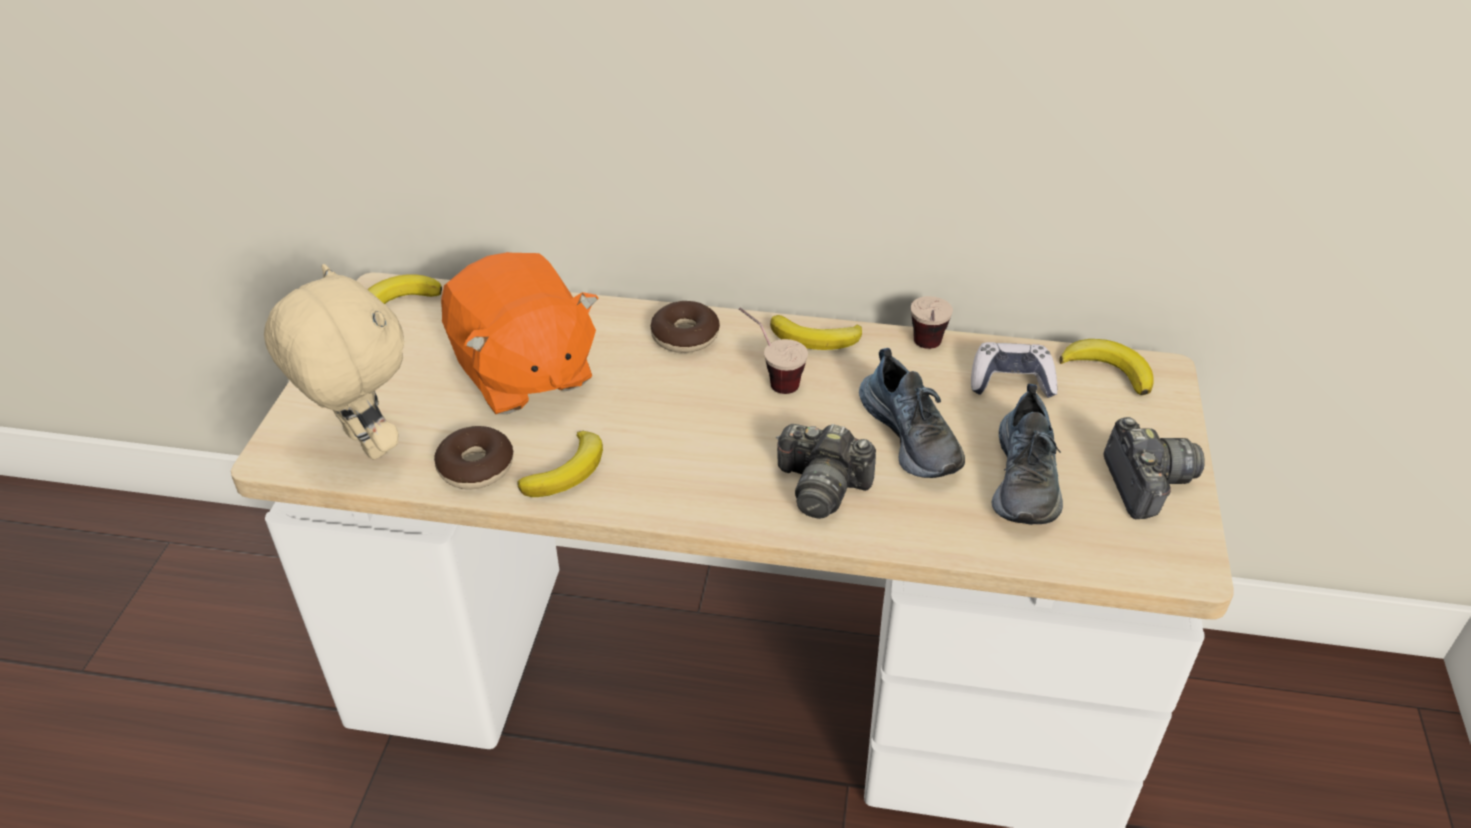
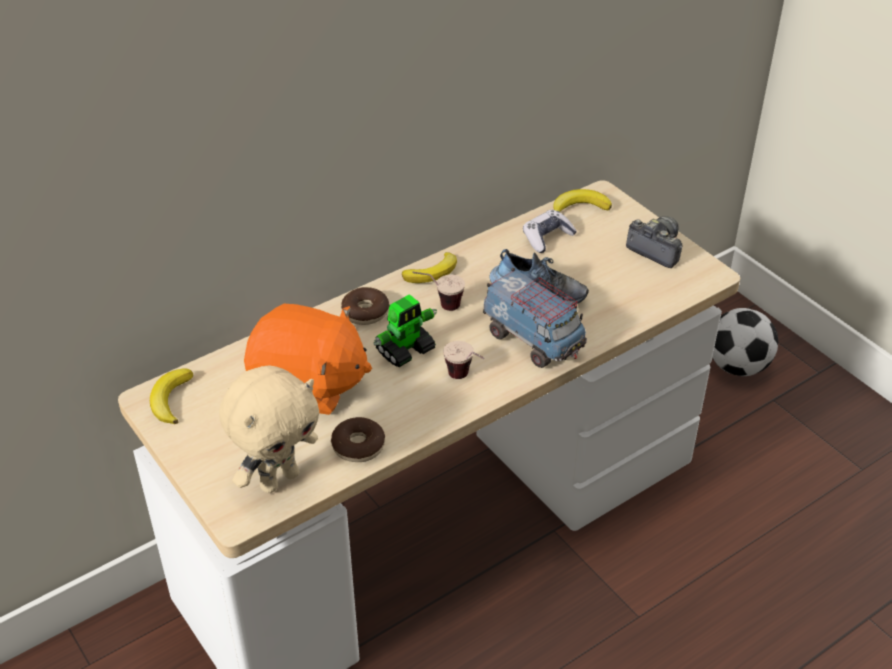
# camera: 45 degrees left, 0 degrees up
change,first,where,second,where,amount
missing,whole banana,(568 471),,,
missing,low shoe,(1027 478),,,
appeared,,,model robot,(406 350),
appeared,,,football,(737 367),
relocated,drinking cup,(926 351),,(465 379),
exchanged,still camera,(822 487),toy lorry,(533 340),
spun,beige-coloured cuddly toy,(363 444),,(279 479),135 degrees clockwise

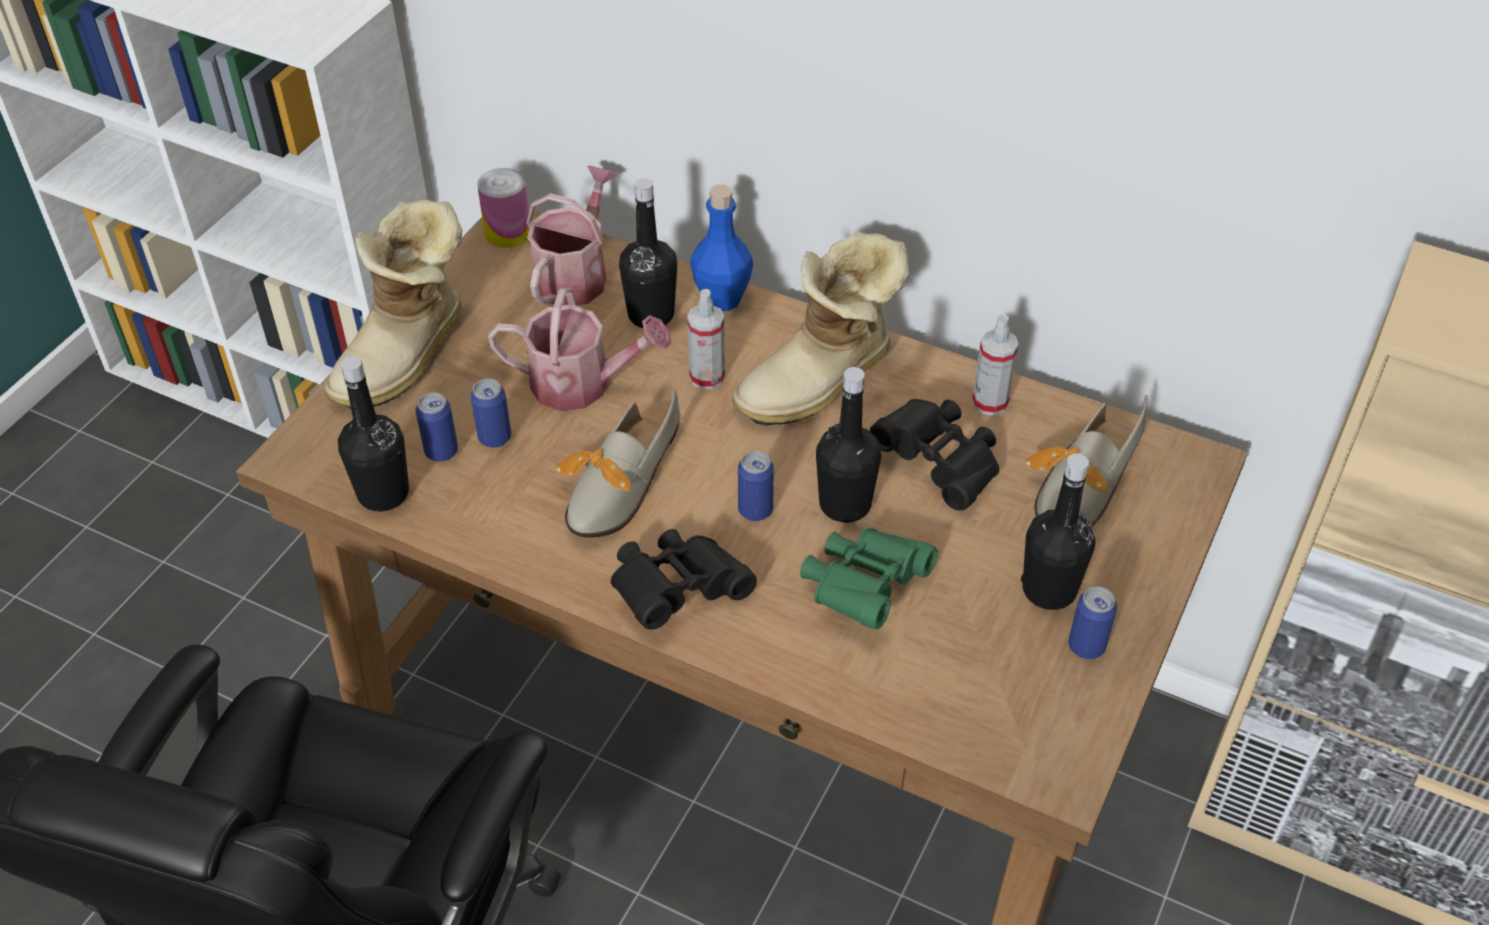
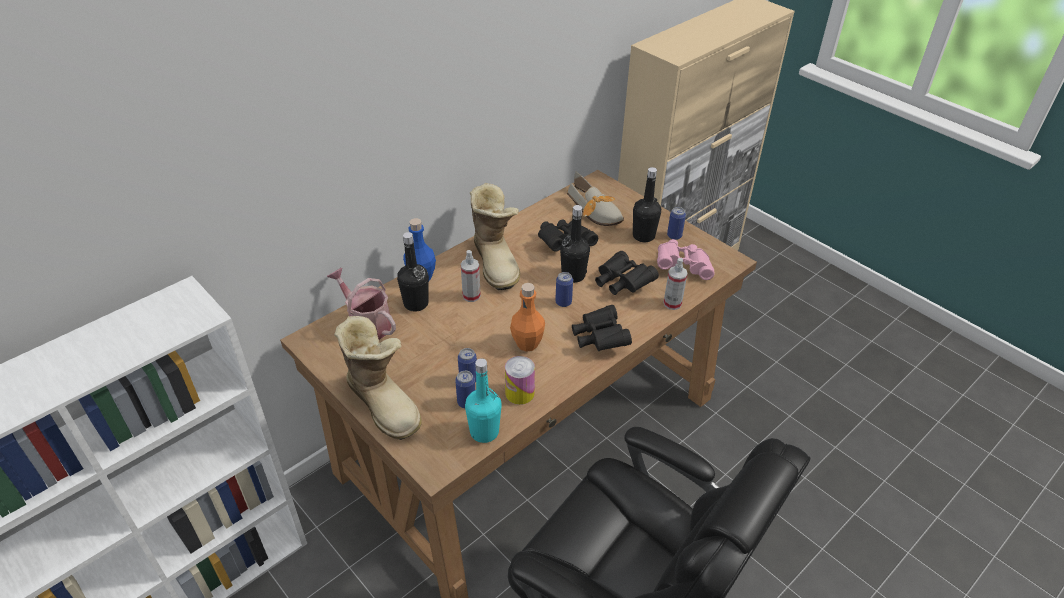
# camera: 70 degrees left, 5 degrees down
change,first,where,second,where,amount
missing,sprinkling can,(582 384),,,
appeared,,,pink field glasses,(683 267),
relocated,can,(508 232),,(519 393),
relocated,hand sprayer,(990 402),,(672 303),
exchanged,low shoe,(615 489),orangey drink bottle,(527 343),
colour,blackish drink bottle,(383 493),turquoise-coloured drink bottle,(484 432),
colour,green field glasses,(864 588),blackish field glasses,(622 283),

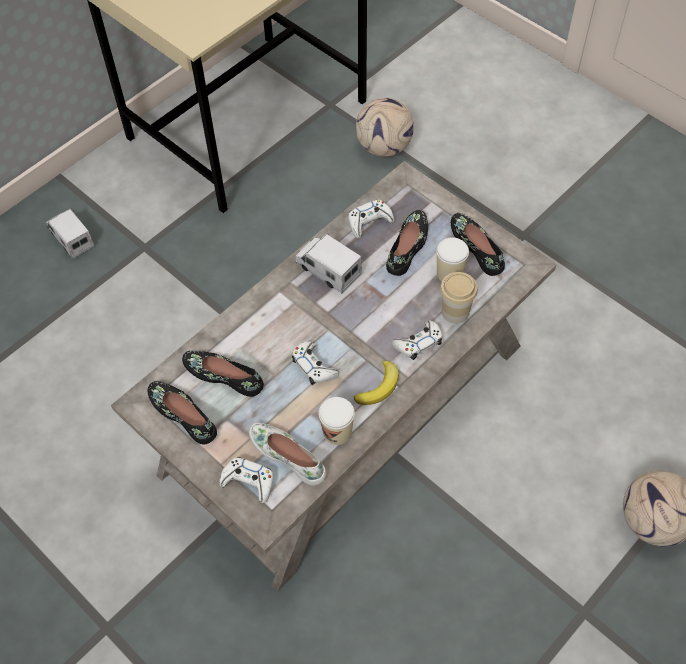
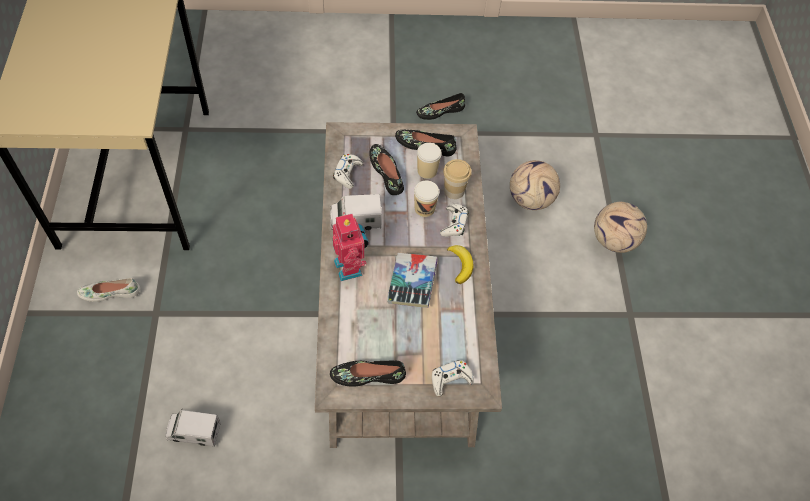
# camera: 50 degrees left, 0 degrees up
change,first,where,second,where,amount
appeared,,,model robot,(350 267),
relocated,toy lorry,(71 238),,(194 432),
relocated,blackish low shoe,(224 375),,(440 111),
relocated,white low shoe,(288 455),,(110 292),
relocated,drinking cup,(337 432),,(424 209),
relocated,football,(384 147),,(531 199),
exchanged,white joypad,(314 366),book,(412 283),

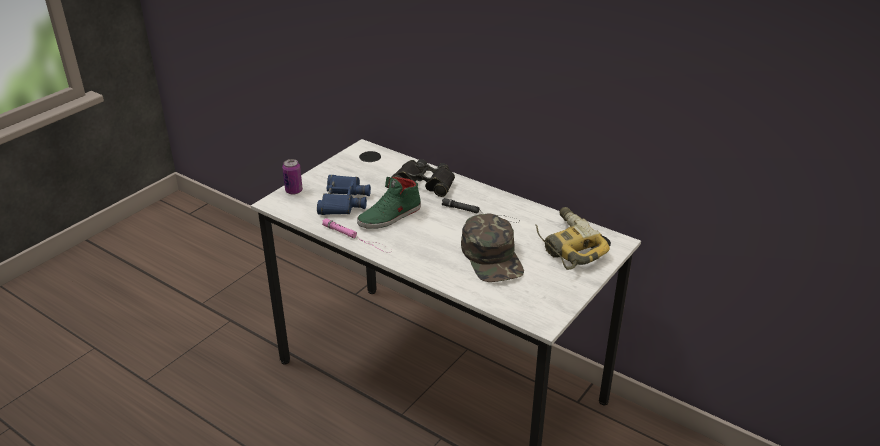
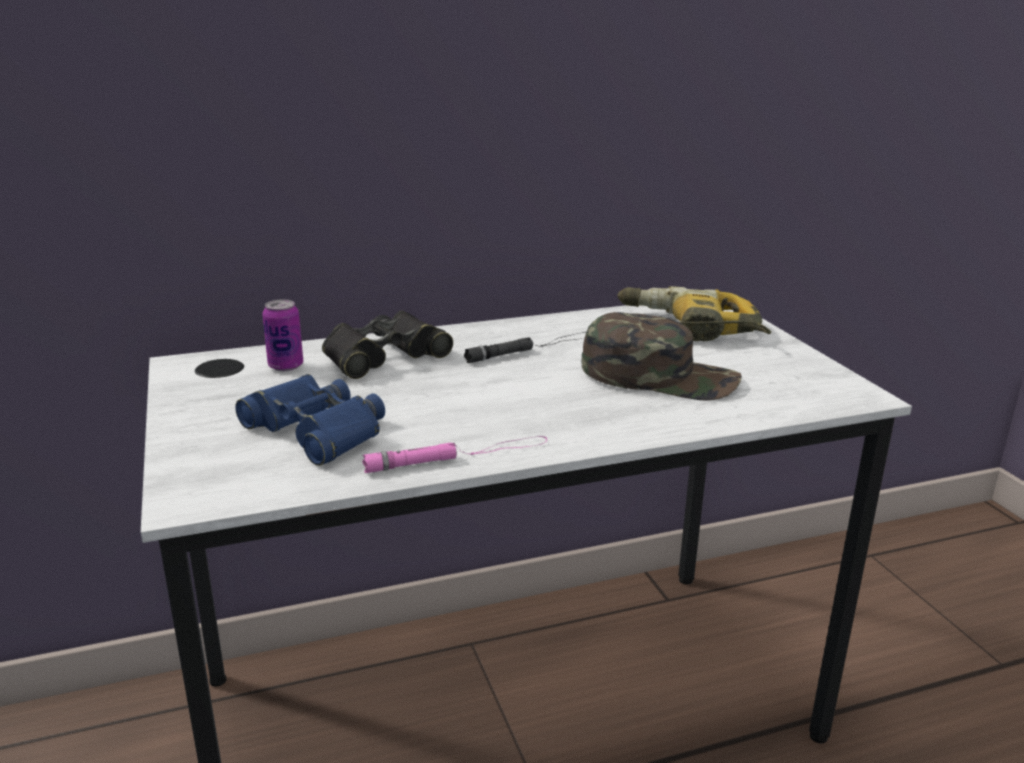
# camera: 55 degrees left, 10 degrees down
change,first,where,second,where,amount
missing,green low shoe,(390 216),,,
relocated,can,(294 191),,(286 366),

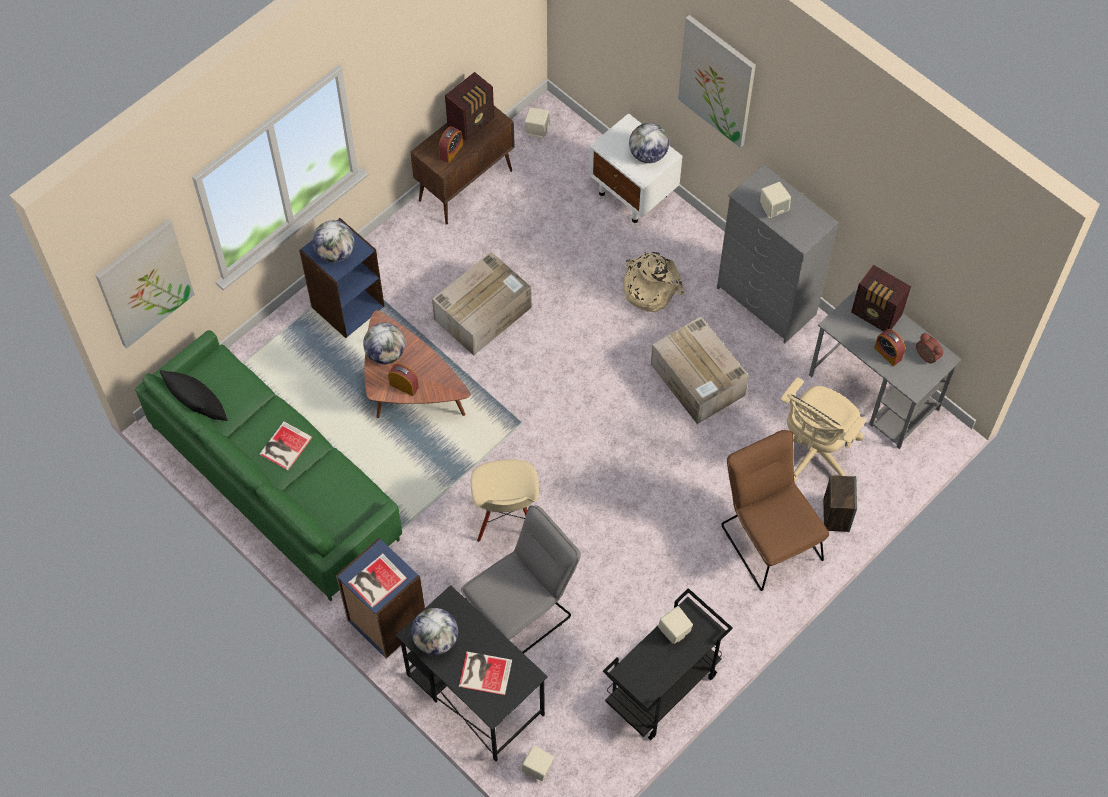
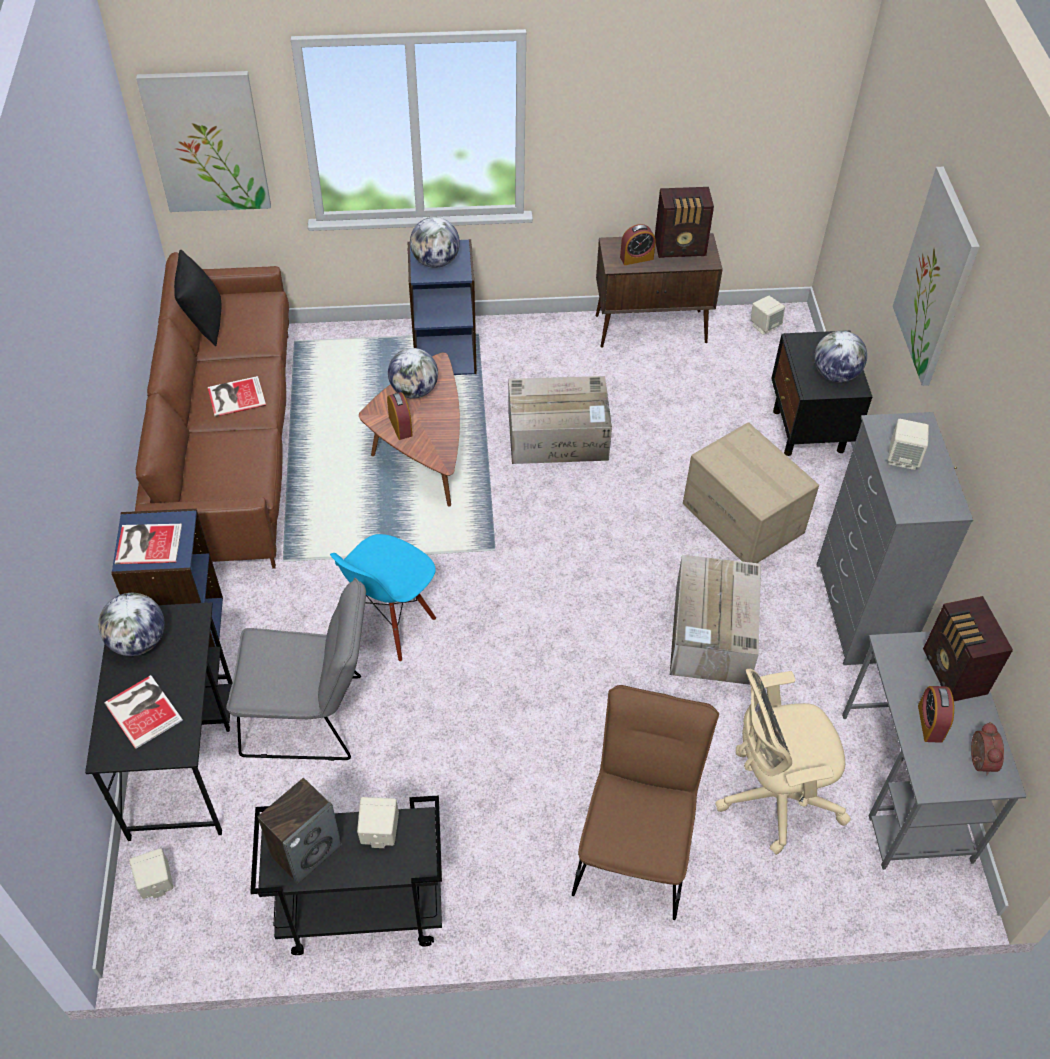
# camera: 40 degrees right, 10 degrees down
change,first,where,second,where,amount
relocated,speaker,(835 515),,(306 850),
exchanged,beige-coloured rucksack,(649 287),packing box,(744 518),
colour,green settee,(276 481),brown-coloured settee,(232 445),
colour,beige-coloured chair,(506 519),blue-coloured chair,(389 622),
colour,white nightstand,(634 195),blackish nightstand,(808 431),

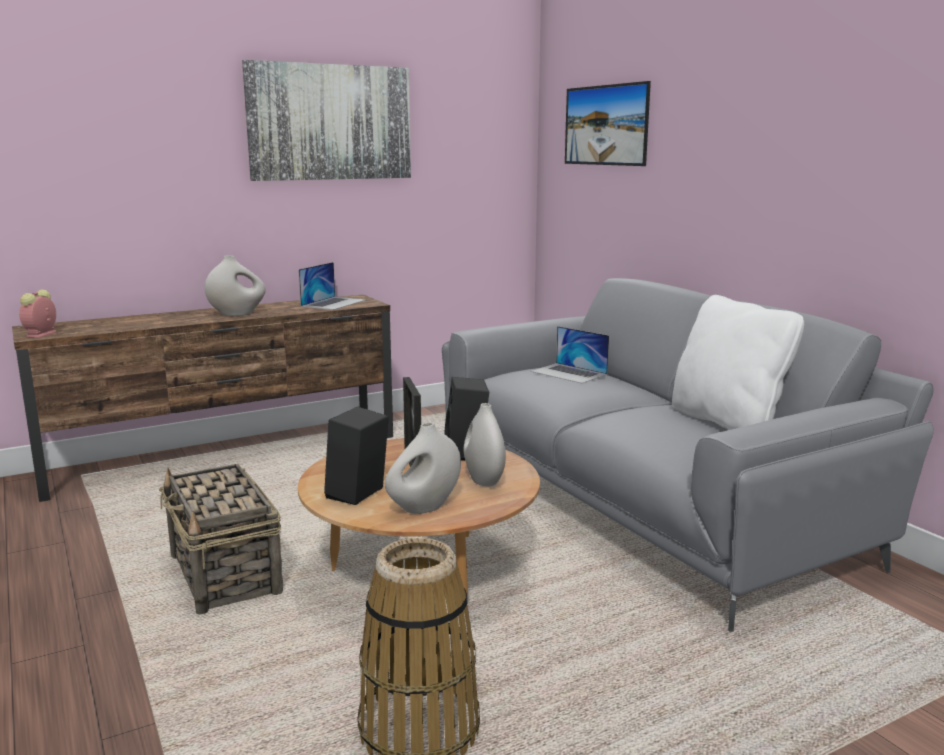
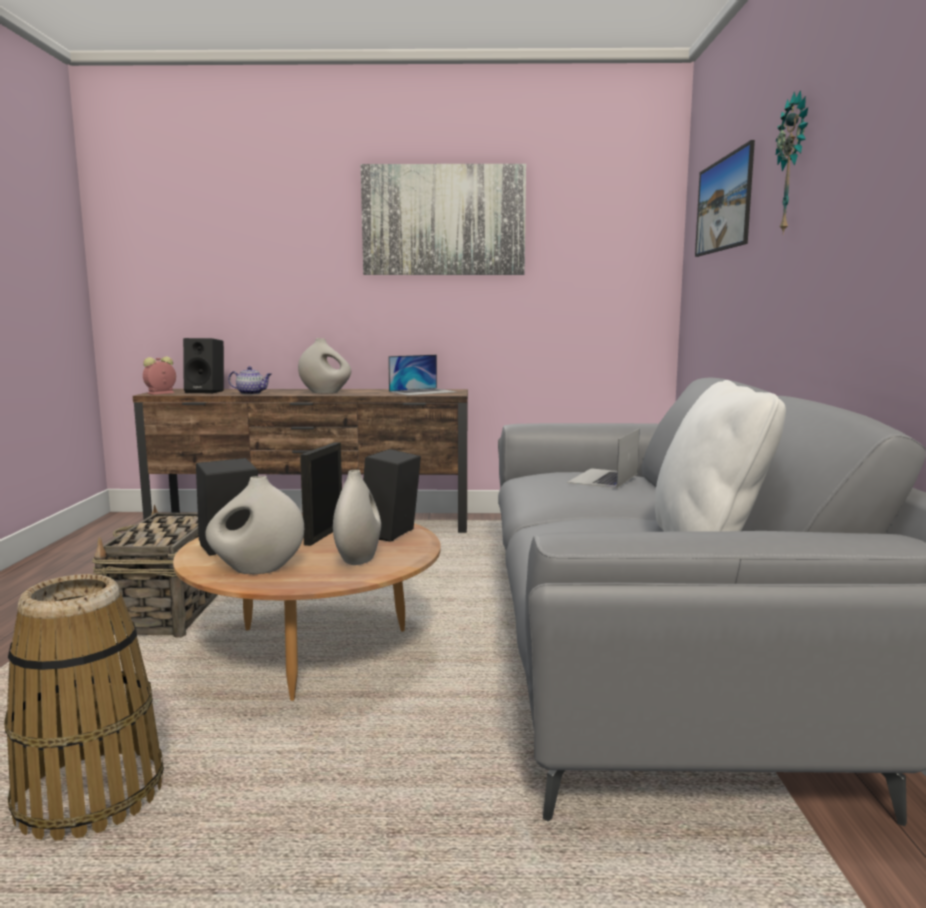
# camera: 30 degrees right, 5 degrees down
change,first,where,second,where,amount
appeared,,,blackish speaker,(207 392),
appeared,,,teapot,(251 393),
appeared,,,hanging clock,(794 164),
spun,notebook computer,(569 373),,(603 478),45 degrees clockwise

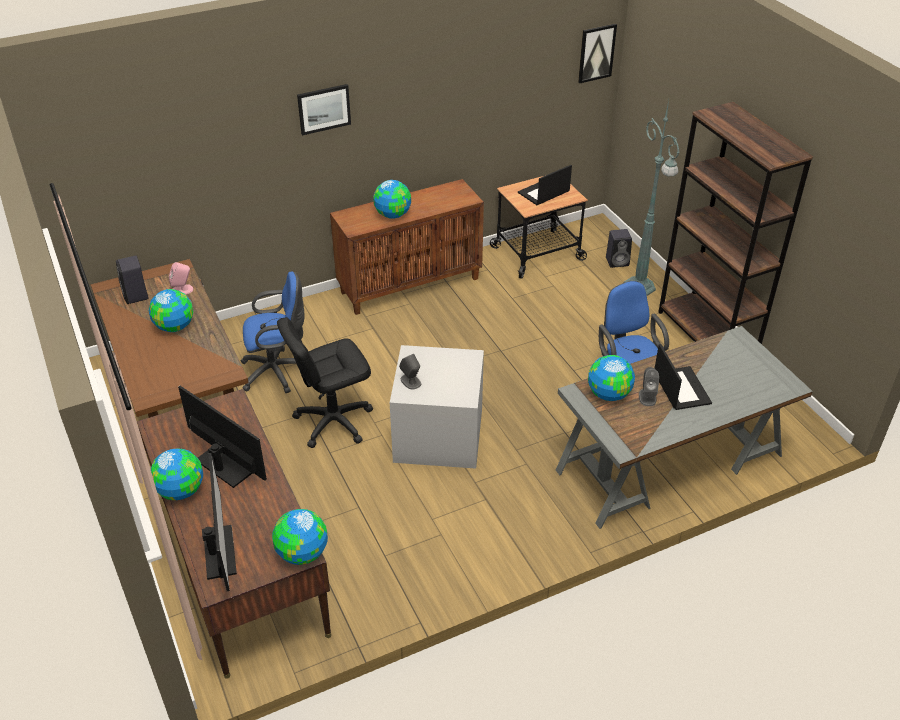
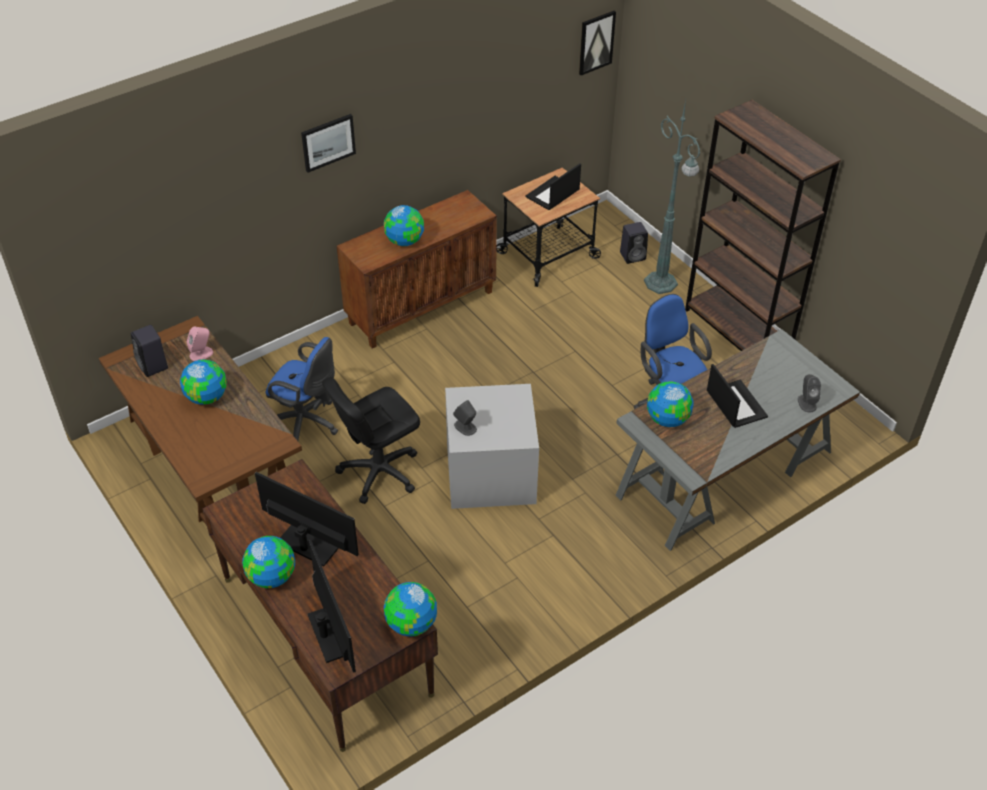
# camera: 10 degrees left, 5 degrees up
change,first,where,second,where,amount
relocated,greyish speaker,(647 397),,(807 403),
spun,blue-coloured desk chair,(278 372),,(306 423),45 degrees clockwise

